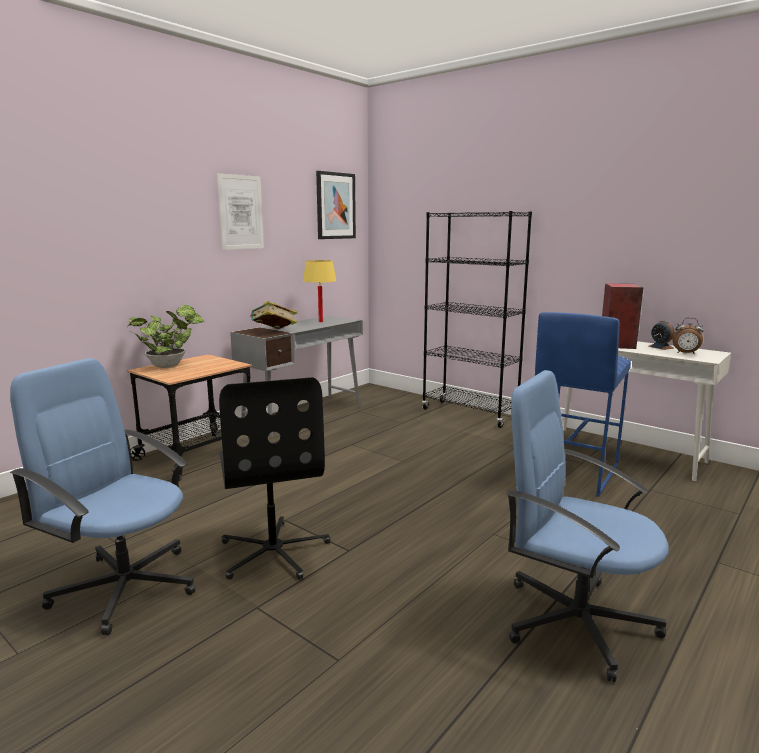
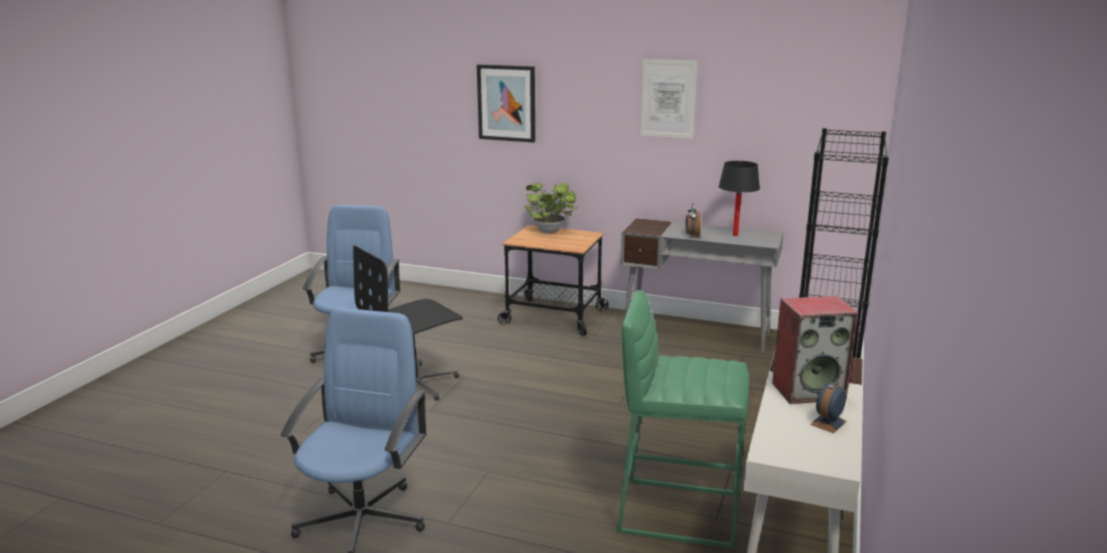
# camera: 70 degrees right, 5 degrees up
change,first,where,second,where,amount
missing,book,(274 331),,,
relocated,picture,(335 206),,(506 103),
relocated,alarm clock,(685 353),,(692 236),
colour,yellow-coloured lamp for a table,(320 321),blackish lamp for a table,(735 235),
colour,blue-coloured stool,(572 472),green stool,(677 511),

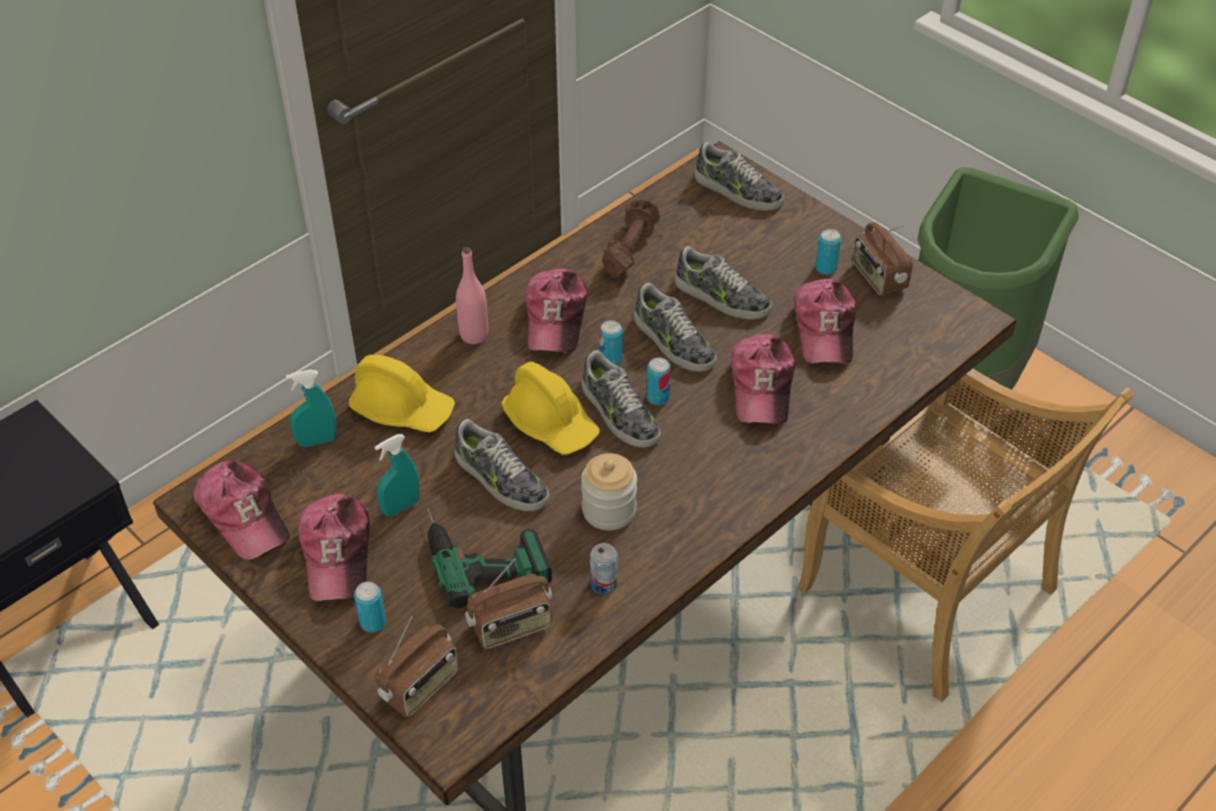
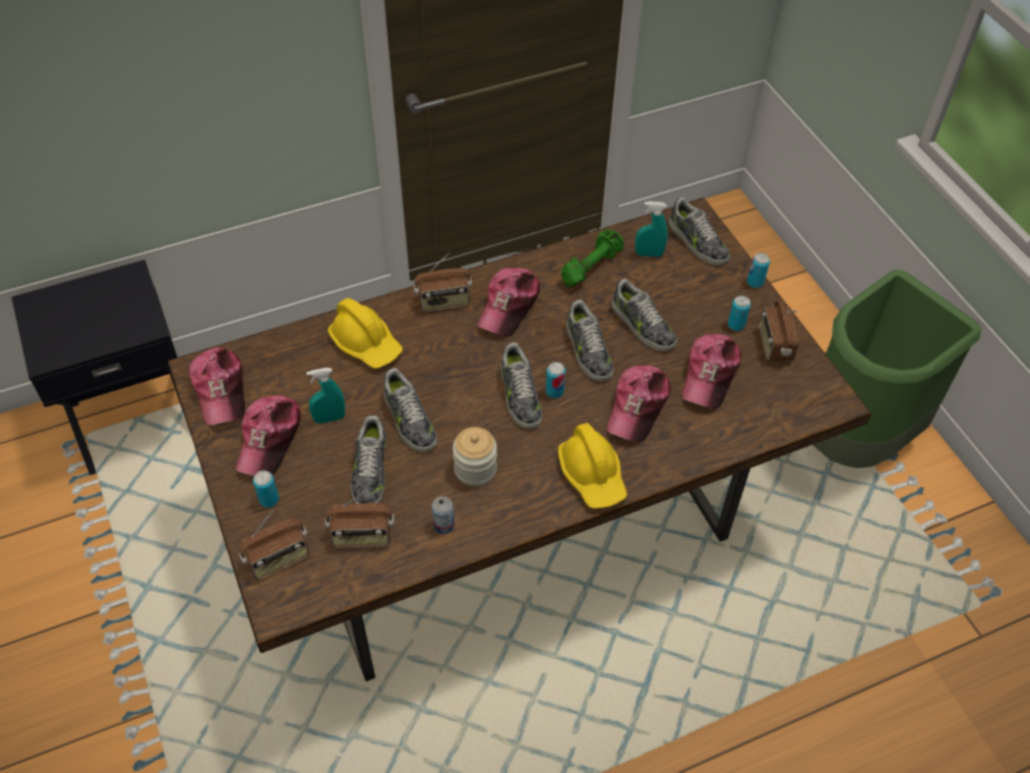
# camera: 20 degrees right, 5 degrees up
change,first,where,second,where,amount
missing,beige-coloured chair,(930 593),,,
relocated,turquoise-coloured hand sprayer,(317 441),,(649 254),
relocated,yellow-coloured safety helmet,(551 423),,(592 475),
relocated,can,(610 360),,(755 282),
exchanged,drill,(482 551),low shoe,(370 471),
exchanged,pink drink bottle,(474 335),radio,(444 302),
colour,brown-coloured hand weight,(629 249),green hand weight,(590 266),

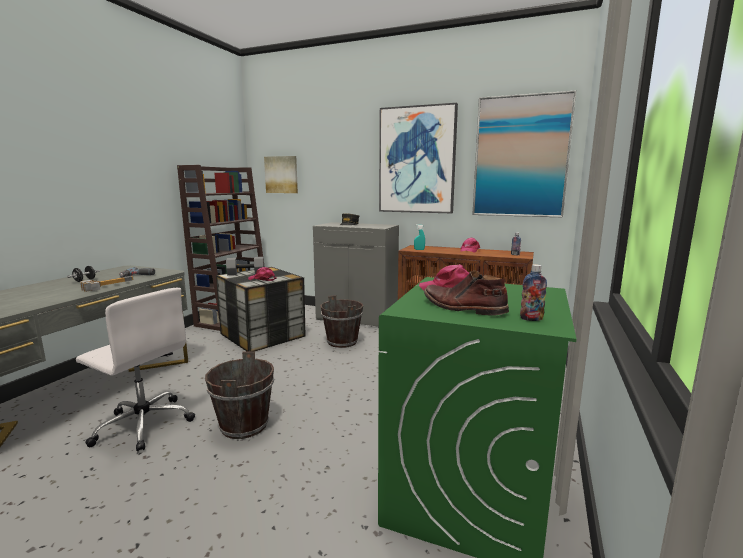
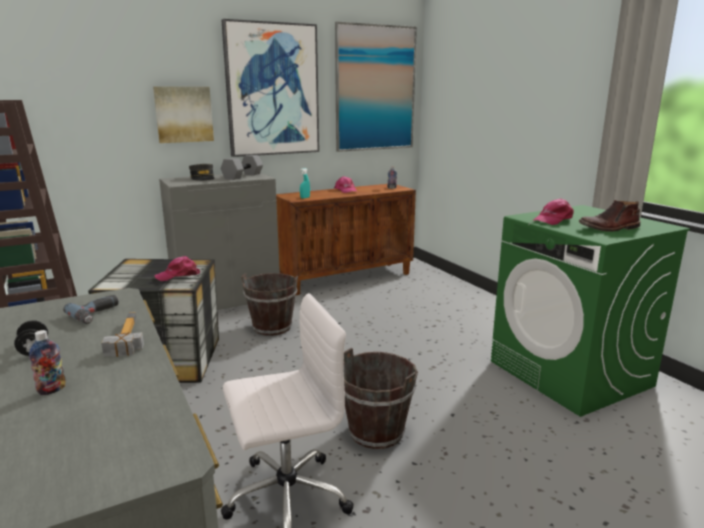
# camera: 50 degrees left, 5 degrees up
change,first,where,second,where,amount
relocated,greyish hand weight,(246 273),,(242 176),
relocated,picture,(281 174),,(184 114),
relocated,drink bottle,(531 319),,(52 390),

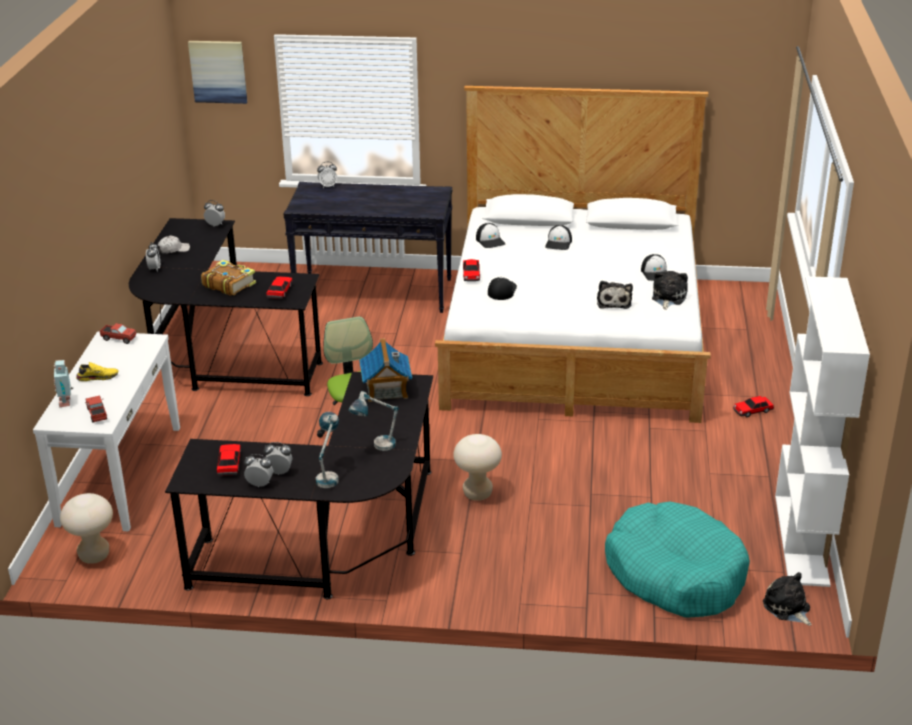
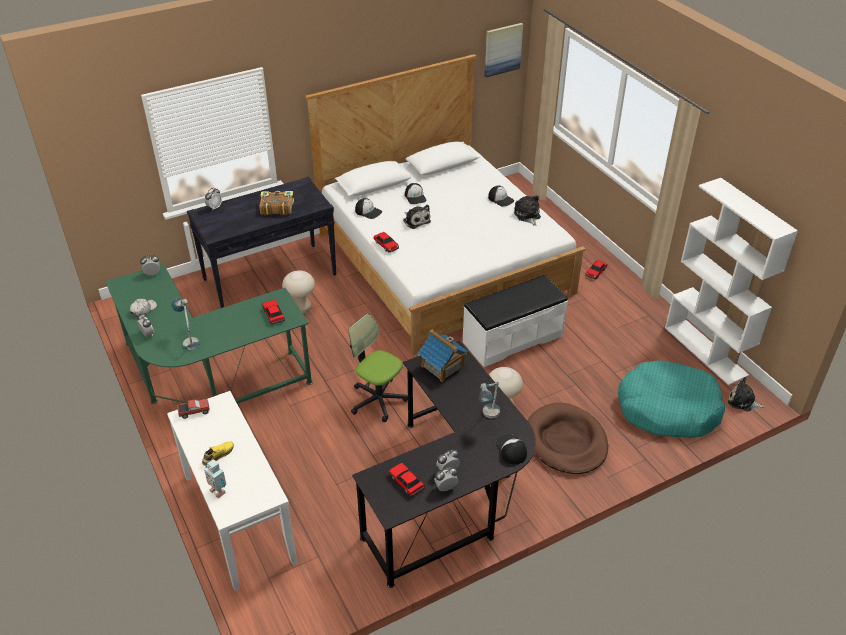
# camera: 35 degrees left, 10 degrees up
change,first,where,second,where,amount
missing,toy lorry,(97 414),,,
appeared,,,white long seat,(512 338),
appeared,,,brown-coloured dog bed,(566 441),
relocated,beige-coloured stool,(94 555),,(301 309),
relocated,picture,(218 71),,(502 49),
relocated,book,(229 284),,(276 207),
relocated,lamp for a table,(329 475),,(189 340),
relocated,peaked cap,(501 291),,(510 450),
relocated,cuddly toy,(613 302),,(416 220),
colour,blackish desk table,(219 355),green desk table,(207 378),

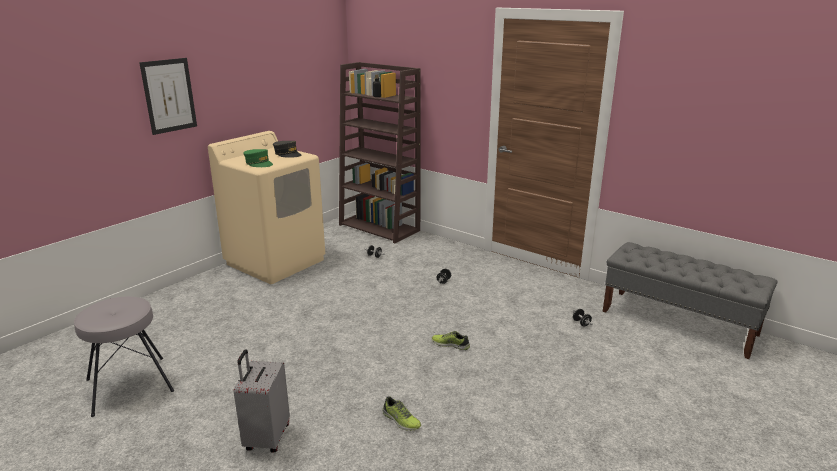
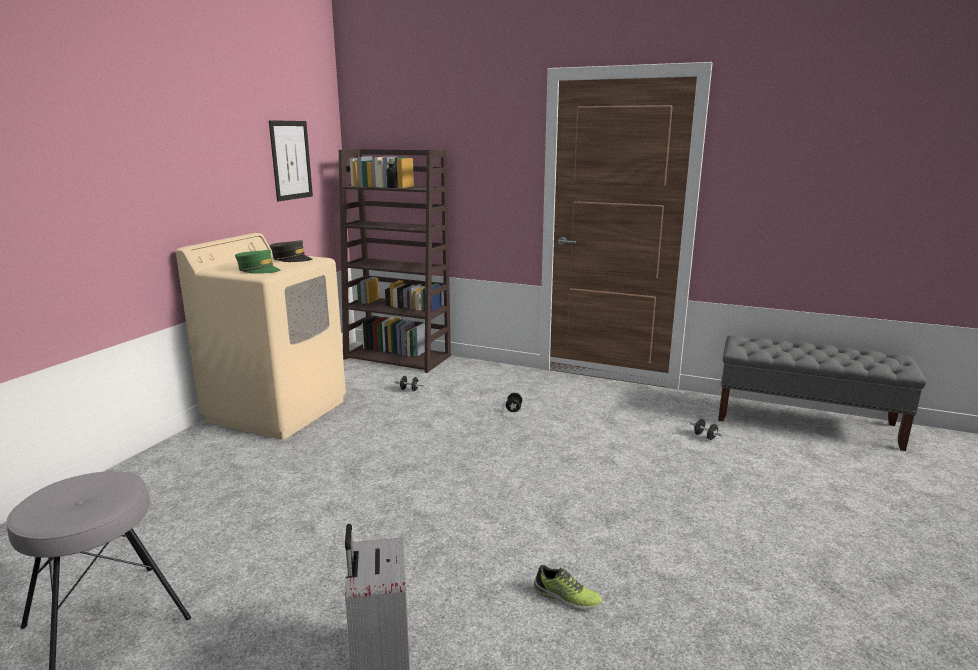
# camera: 15 degrees left, 5 degrees down
change,first,where,second,where,amount
missing,low shoe,(450 344),,,
relocated,picture,(169 96),,(291 160),

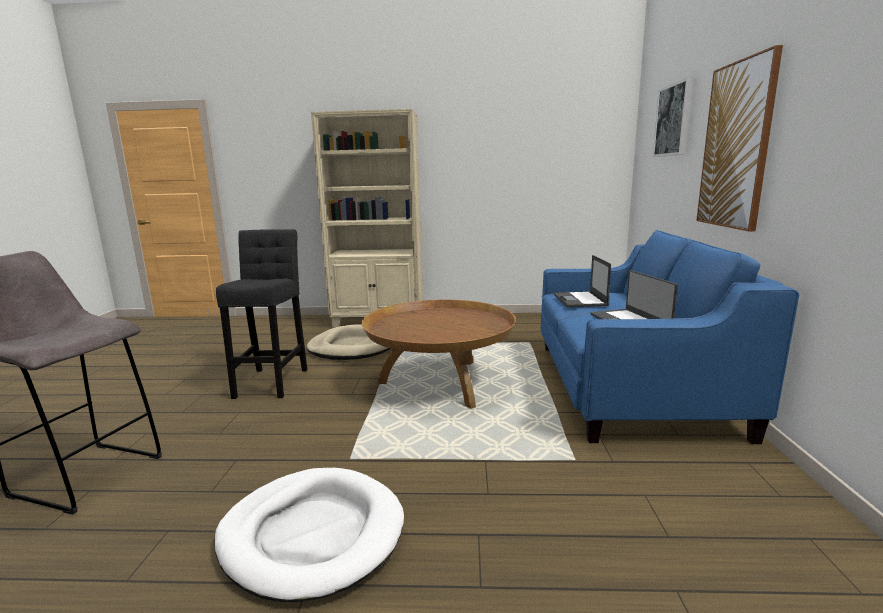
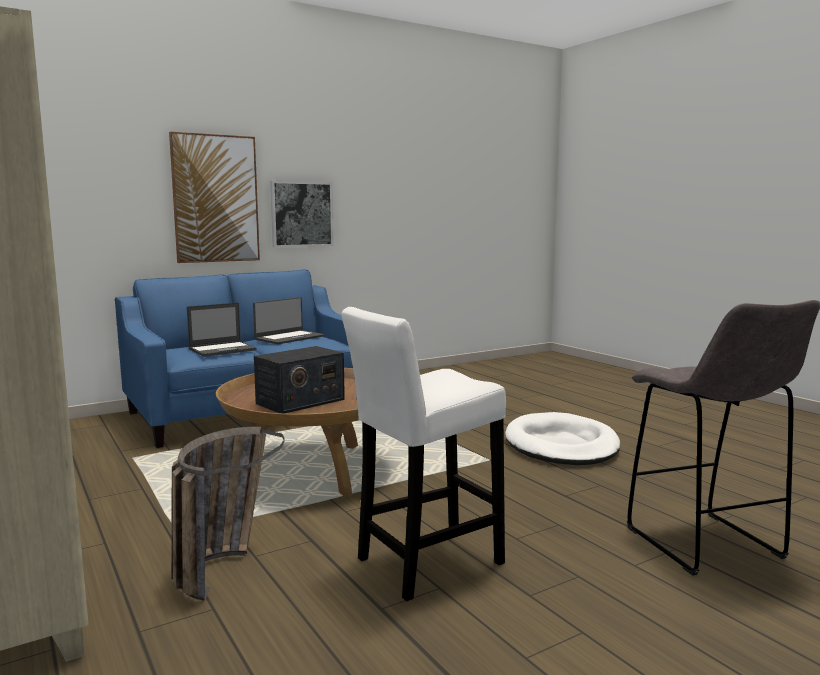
# camera: 125 degrees left, 5 degrees down
change,first,where,second,where,amount
appeared,,,radio,(300 401),
relocated,picture,(673 120),,(301 214),
exchanged,beige-coloured dog bed,(353 347),basket,(222 565),
colour,blackish stool,(273 381),white stool,(423 564),

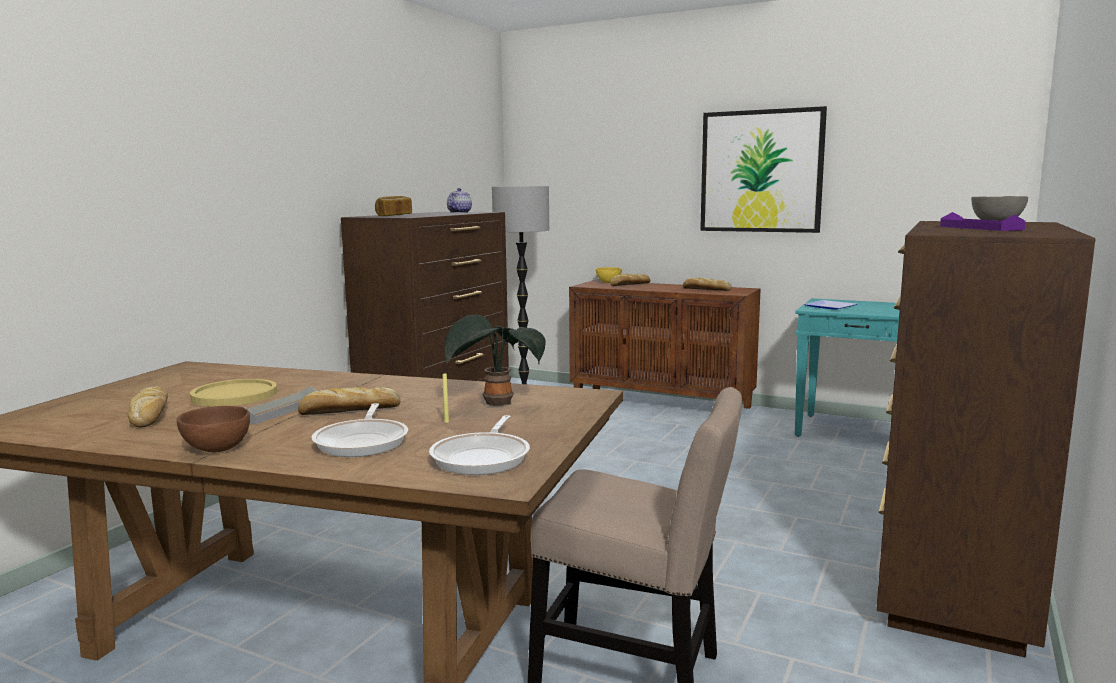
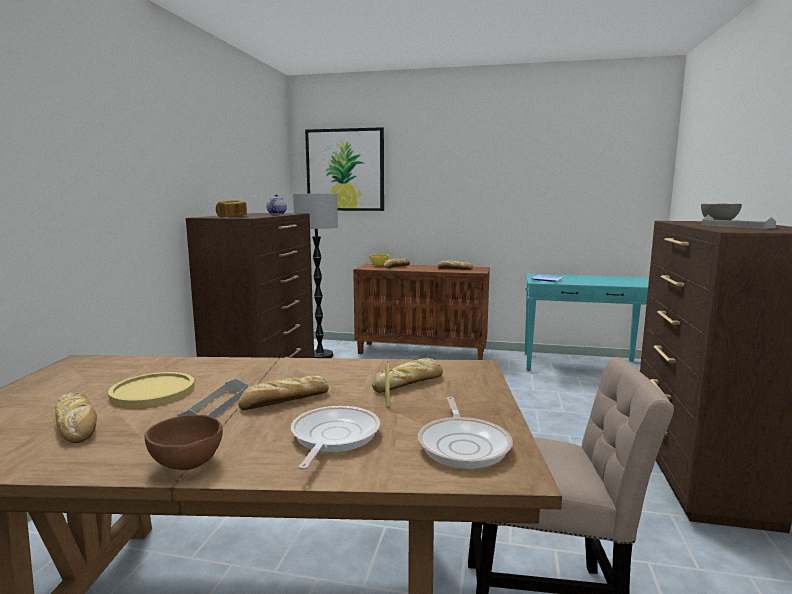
# camera: 15 degrees left, 0 degrees up
change,first,where,second,where,amount
relocated,picture,(761 171),,(345 170),
exchanged,potted plant,(495 404),bakery bread,(409 382),
colour,purple serving tray,(980 228),greyish serving tray,(736 226),
spun,skillet,(363 442),,(333 437),150 degrees counterclockwise

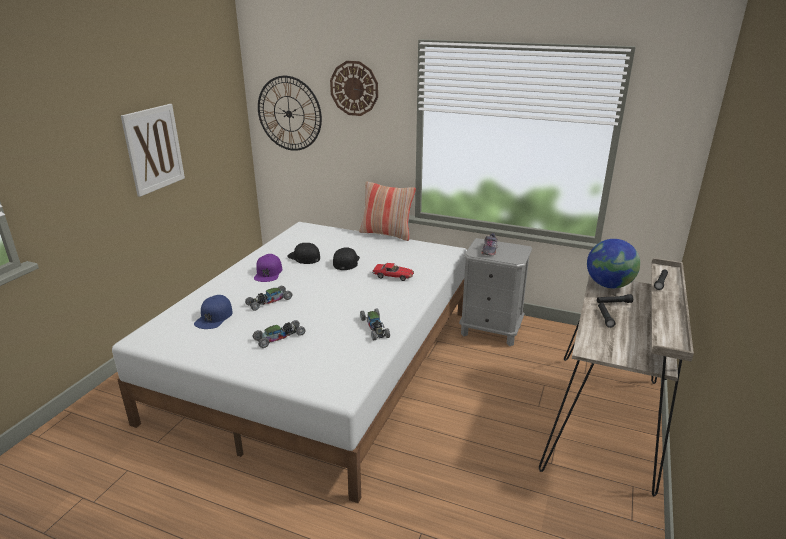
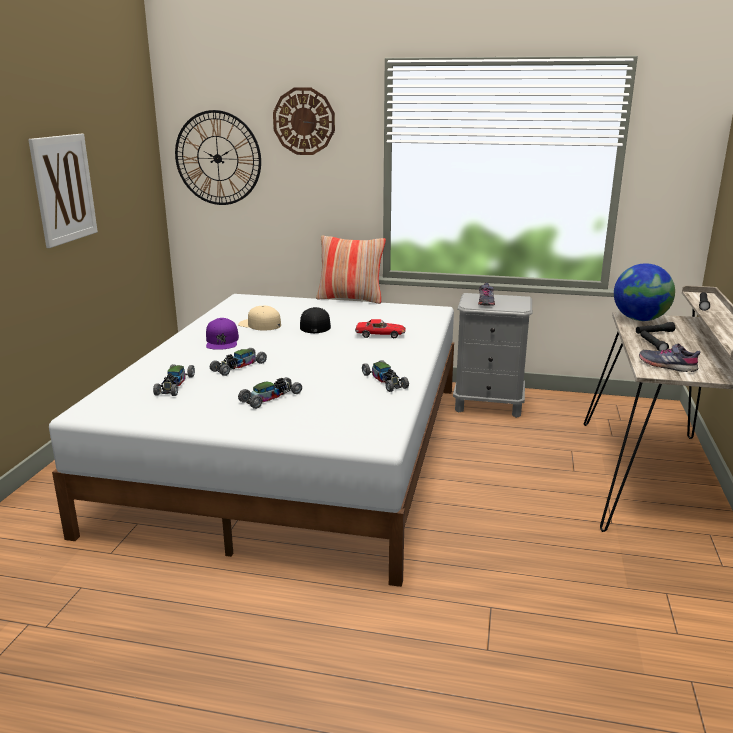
# camera: 10 degrees left, 5 degrees down
change,first,where,second,where,amount
appeared,,,greyish low shoe,(667 365),
exchanged,blue-coloured peaked cap,(214 317),model car,(174 385),
colour,blackish peaked cap,(304 257),beige-coloured peaked cap,(259 324),

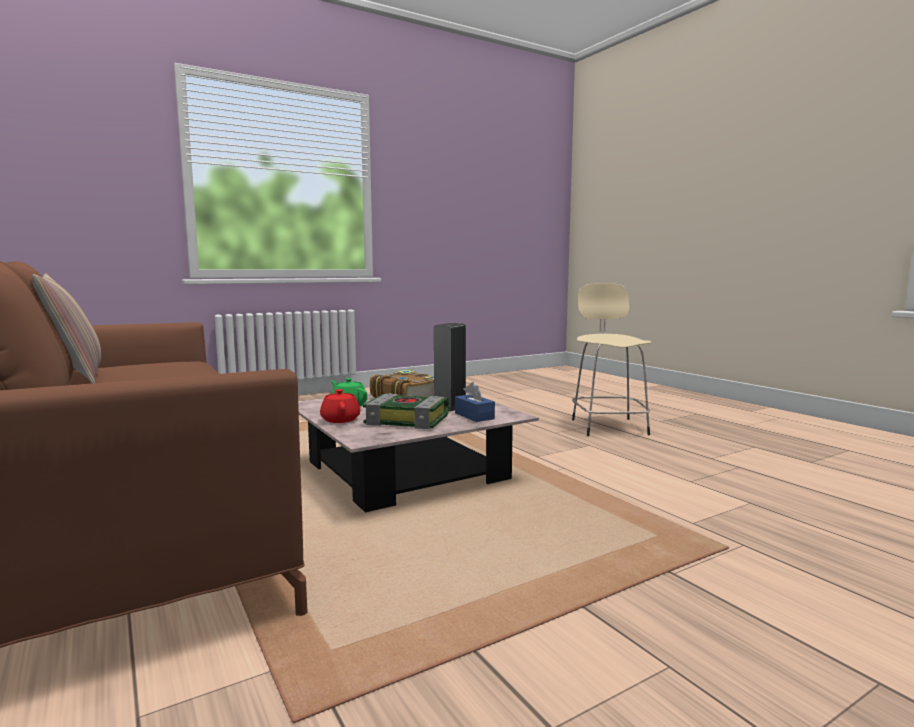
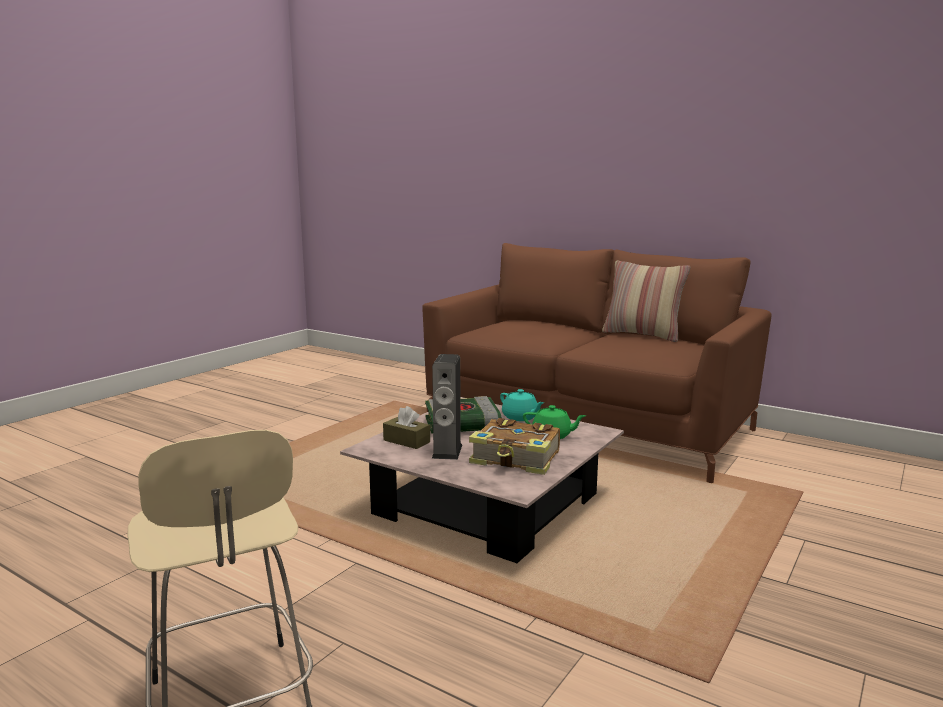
# camera: 155 degrees right, 5 degrees up
change,first,where,second,where,amount
colour,red-coloured teapot,(340 419),turquoise-coloured teapot,(520 417),
colour,blue-coloured box of tissues,(474 416),brown-coloured box of tissues,(406 441),

